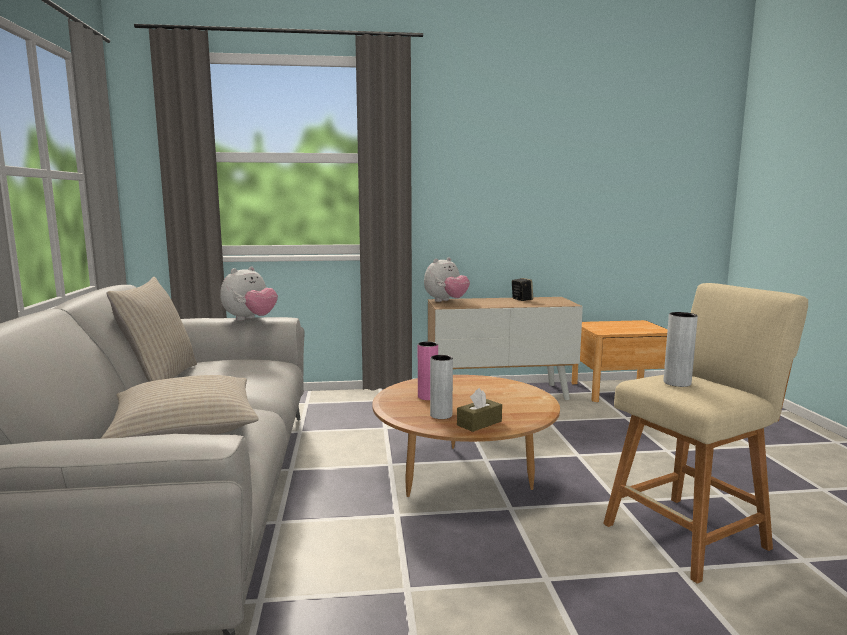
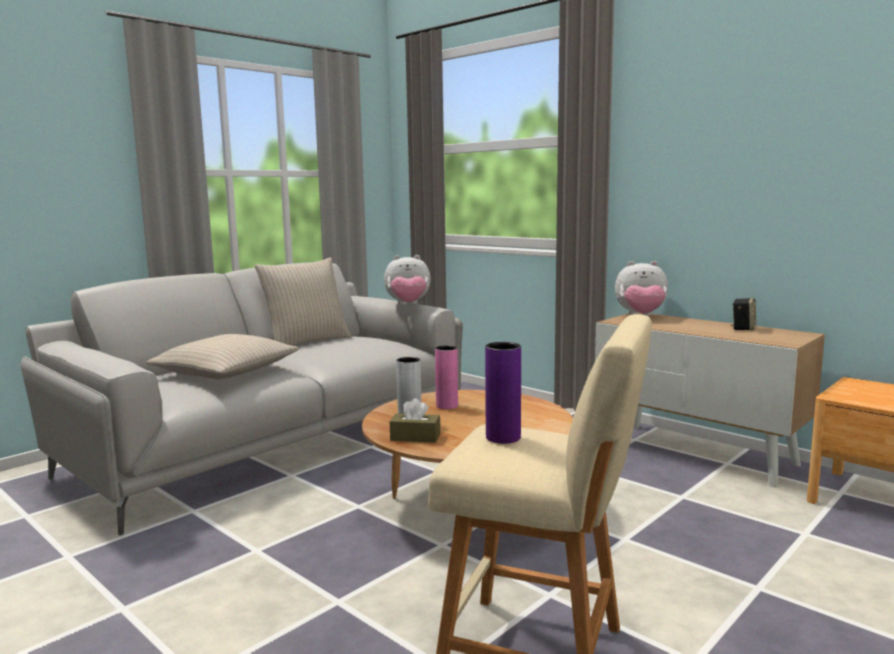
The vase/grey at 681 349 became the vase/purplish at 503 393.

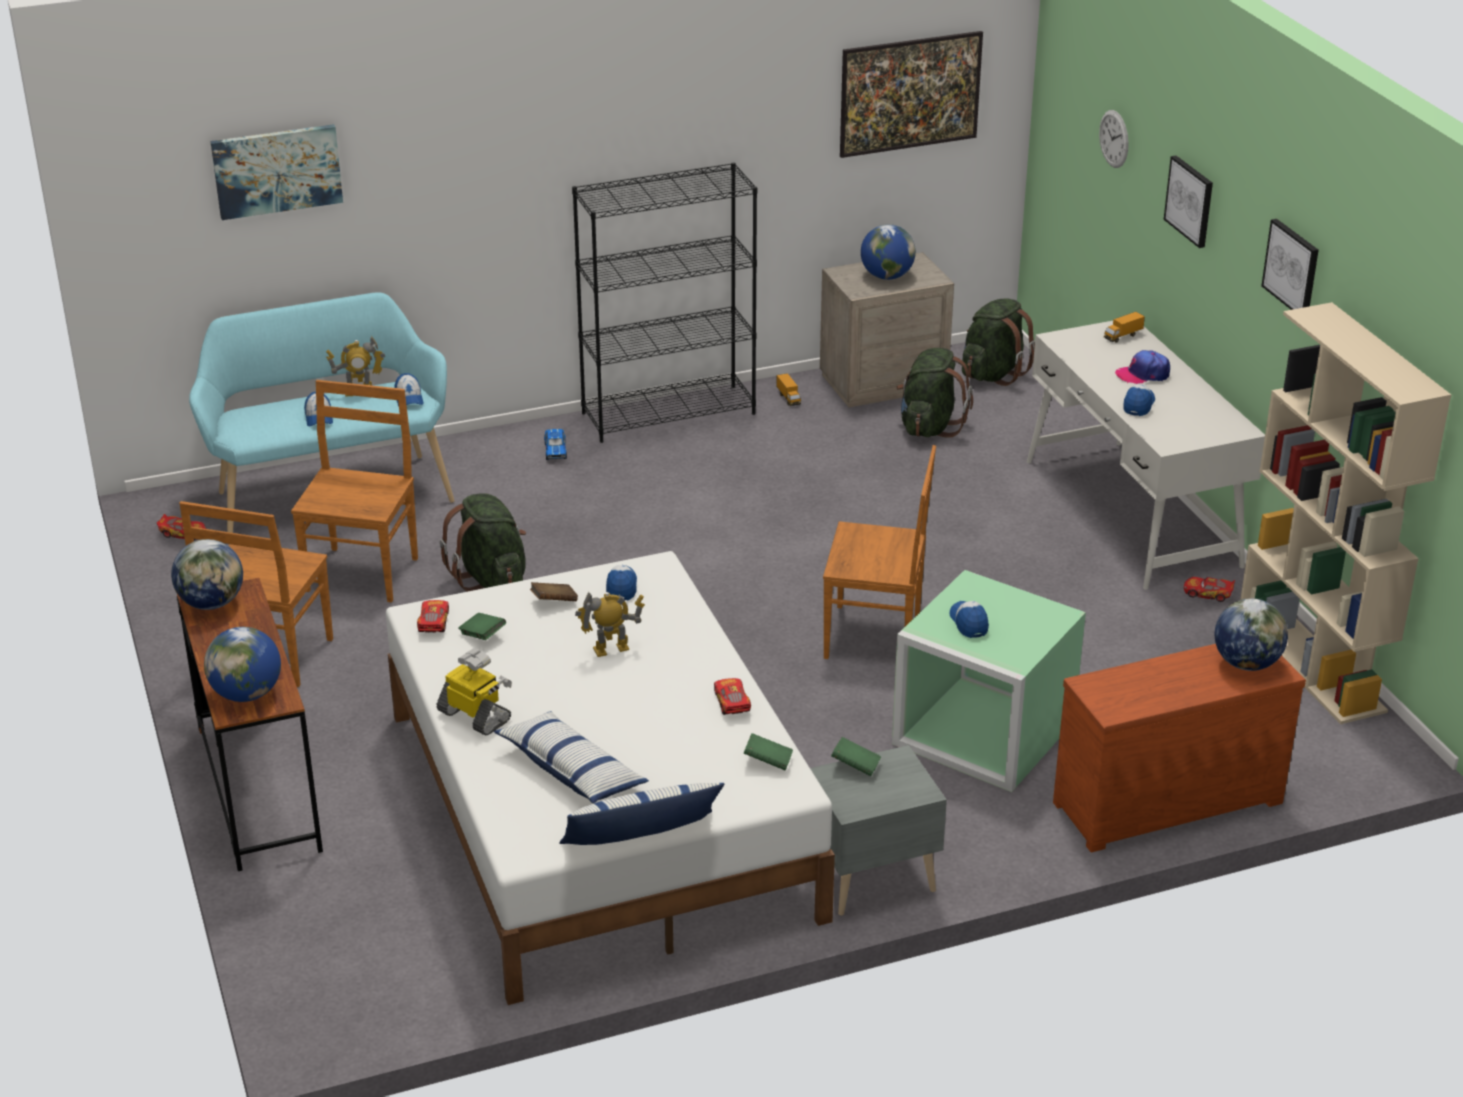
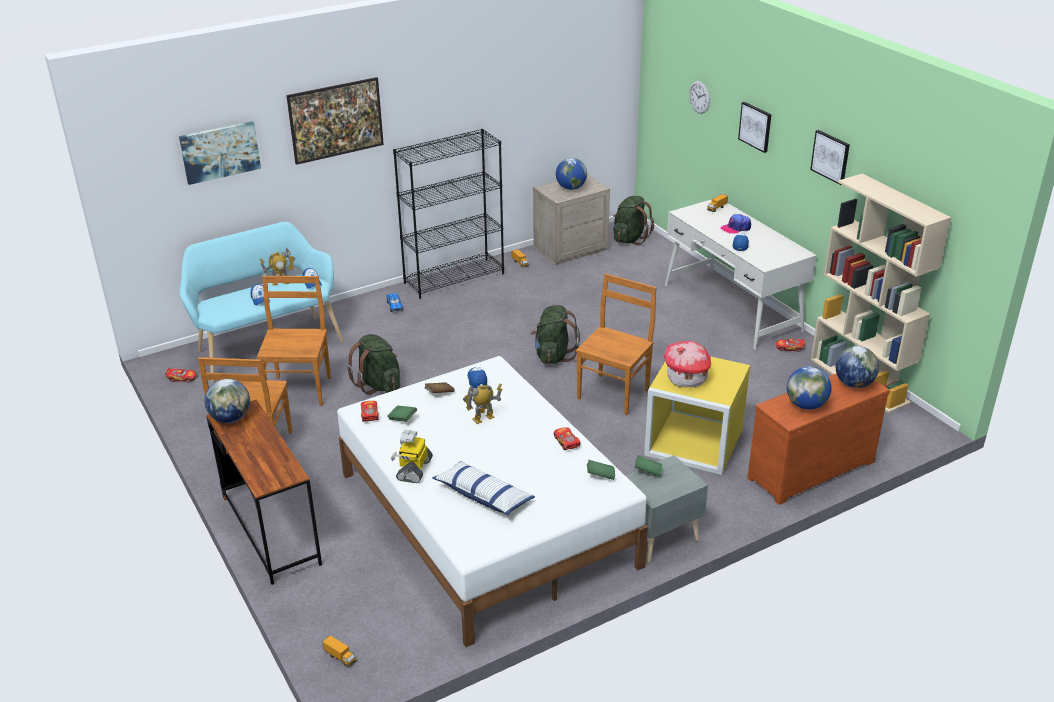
The pillow at 641 814 disappeared.
The toy truck at 339 651 appeared.
The world globe moved from 242 664 to 809 388.
The wall art moved from 911 94 to 335 121.
The backpack/green moved from 934 393 to 555 334.
The baseball cap at 969 619 was replaced by the toy house at 687 364.
The storage box/green at 989 681 became the storage box/yellow at 697 415.
The model robot at 474 692 turned 105 degrees counterclockwise.
The plain chair/brown-coloured at 879 552 turned 60 degrees counterclockwise.

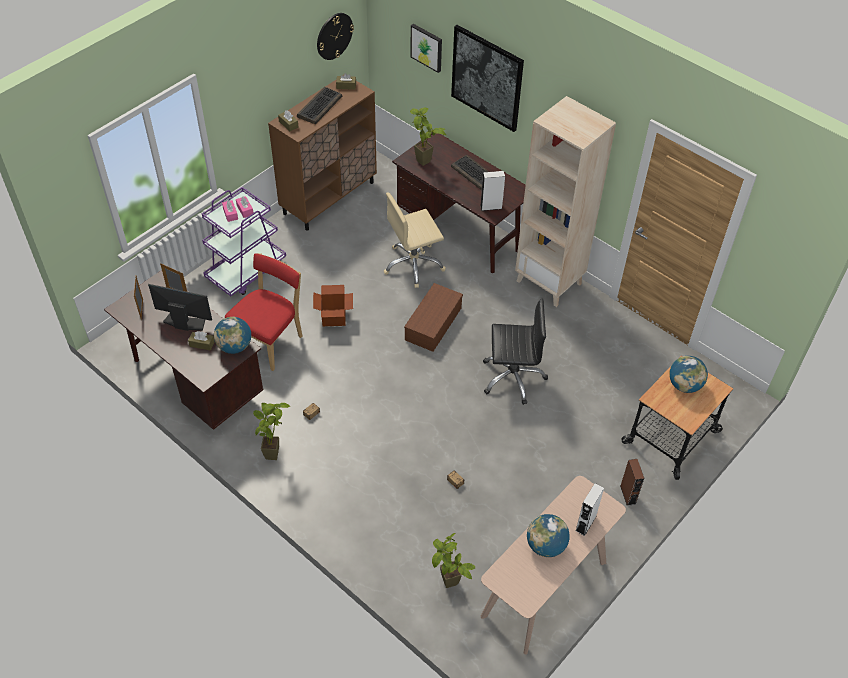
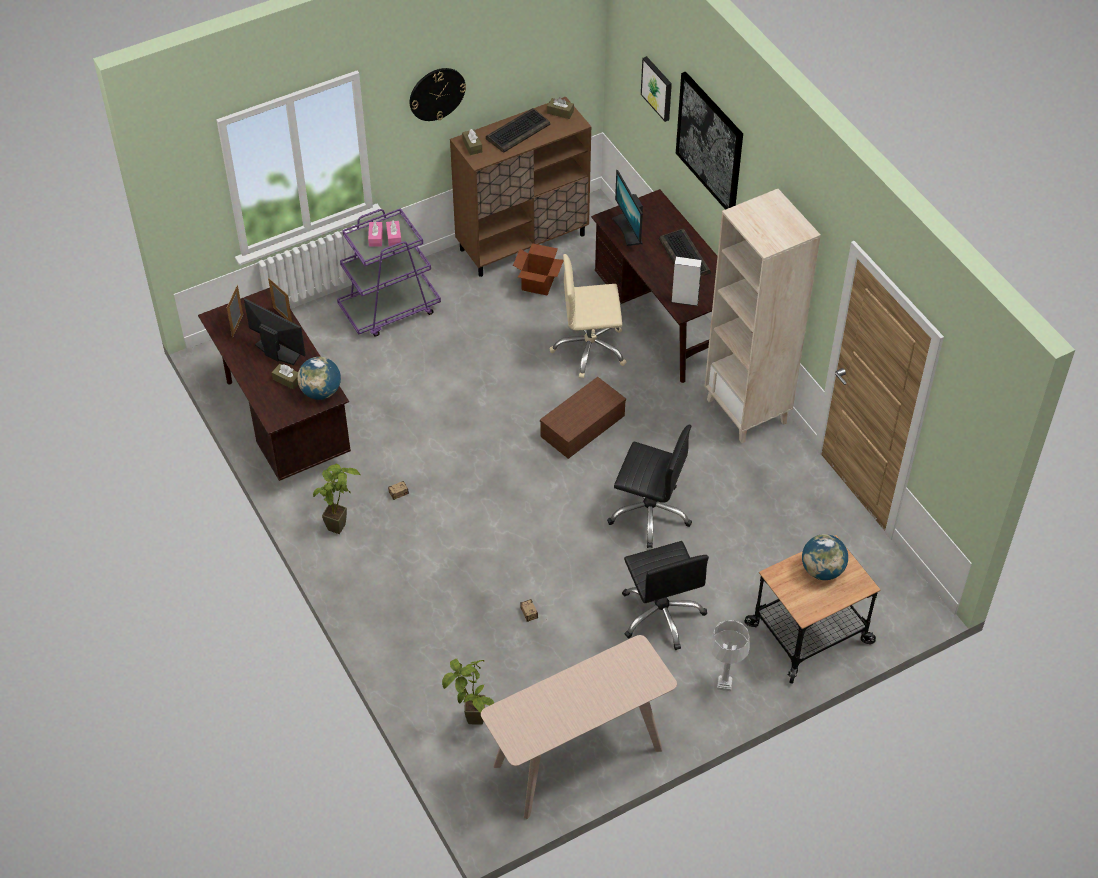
The plain chair/red at 264 312 disappeared.
The world globe at 548 535 disappeared.
The loudspeaker/white-coloured at 589 509 disappeared.
The office chair/black at 665 595 appeared.
The cardboard box moved from 333 305 to 538 269.
The hanging clock moved from 335 36 to 438 94.
The potted plant at 428 136 was replaced by the computer screen at 627 208.
The loudspeaker/brown-coloured at 632 482 was replaced by the lamp for a table/grey at 730 655.

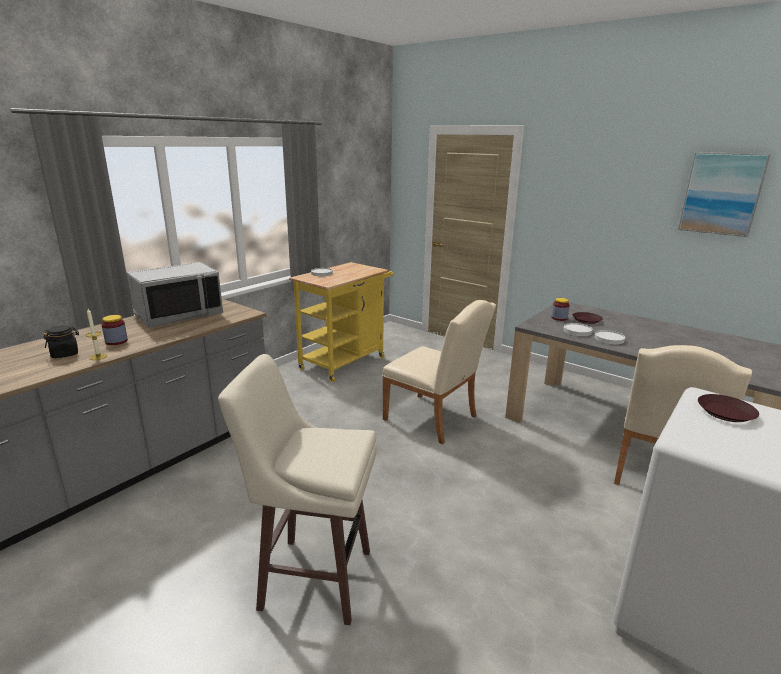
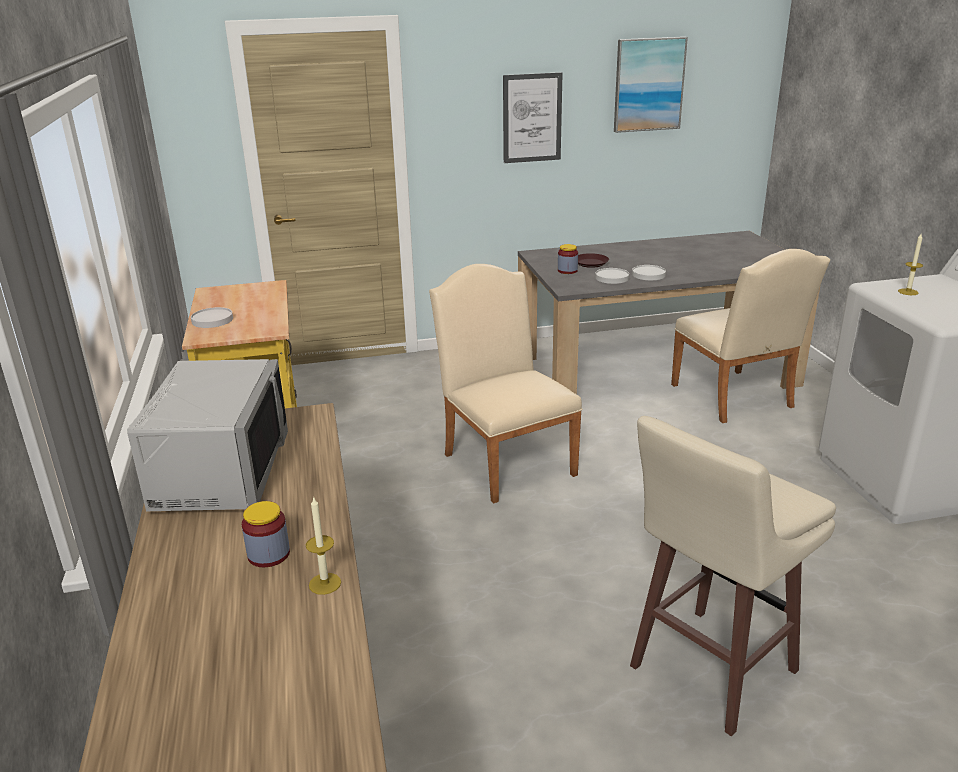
The preserve jar/black at 61 342 disappeared.
The wall art at 532 117 appeared.
The dinner plate/brown-coloured at 728 408 was replaced by the wax candle at 910 264.
The plain chair/sand-coloured at 439 372 turned 105 degrees counterclockwise.

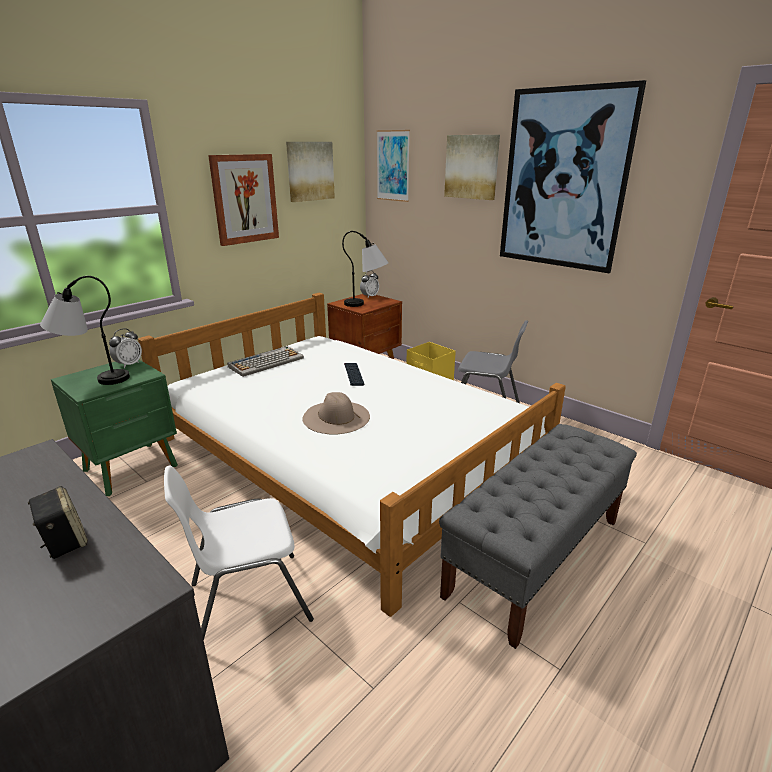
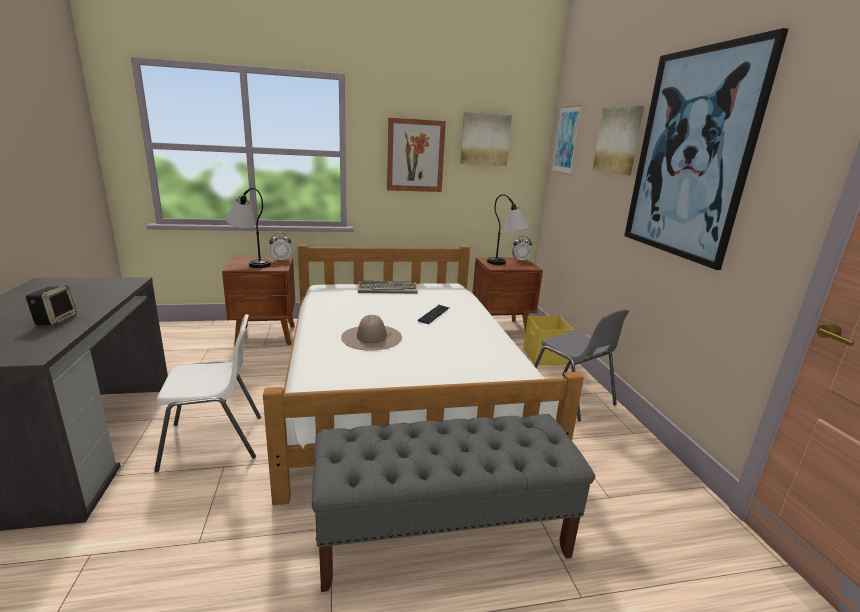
The nightstand/green at 114 428 became the nightstand/brown-coloured at 258 301.
The plain chair/white-coloured at 239 552 turned 150 degrees clockwise.

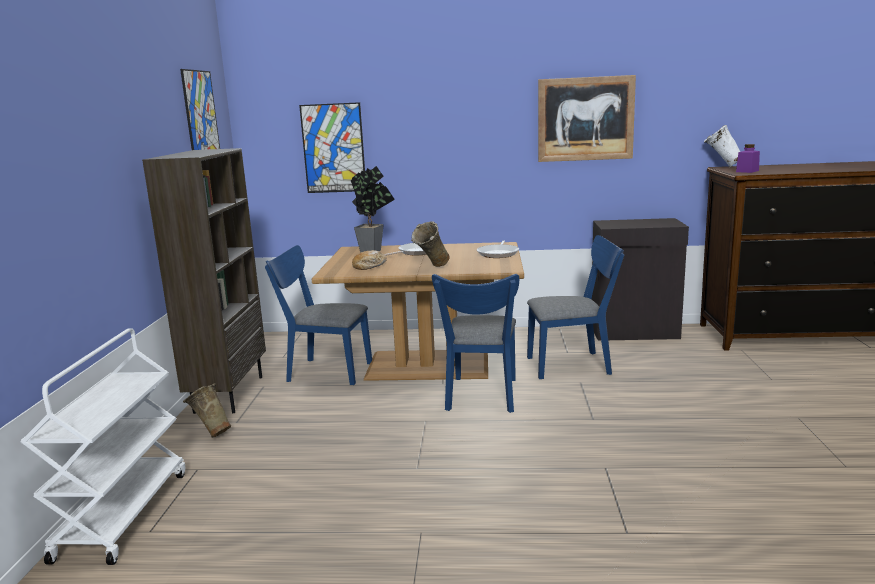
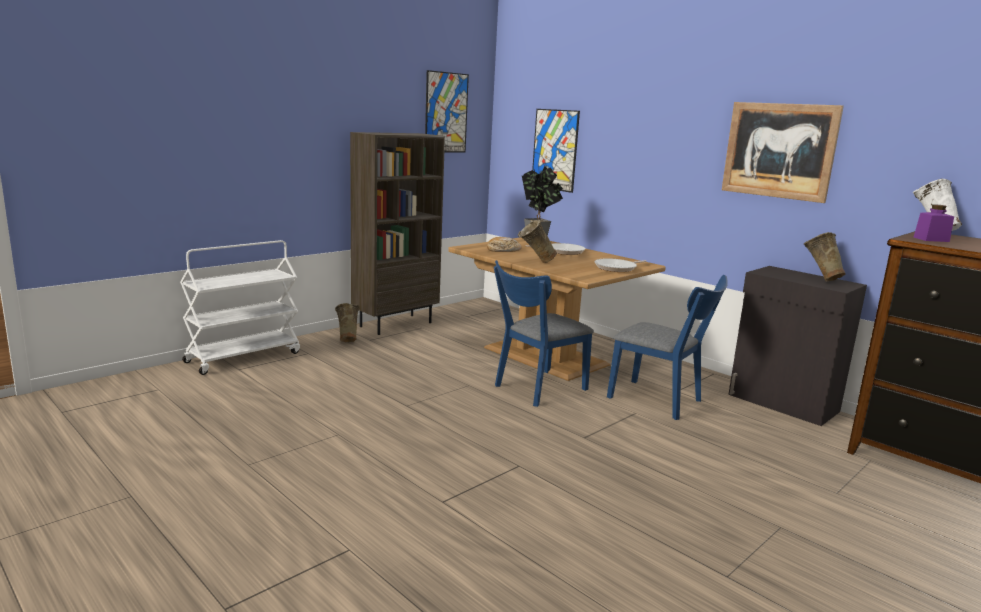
The plain chair/blue at 318 315 disappeared.
The vase/sand-coloured at 825 257 appeared.

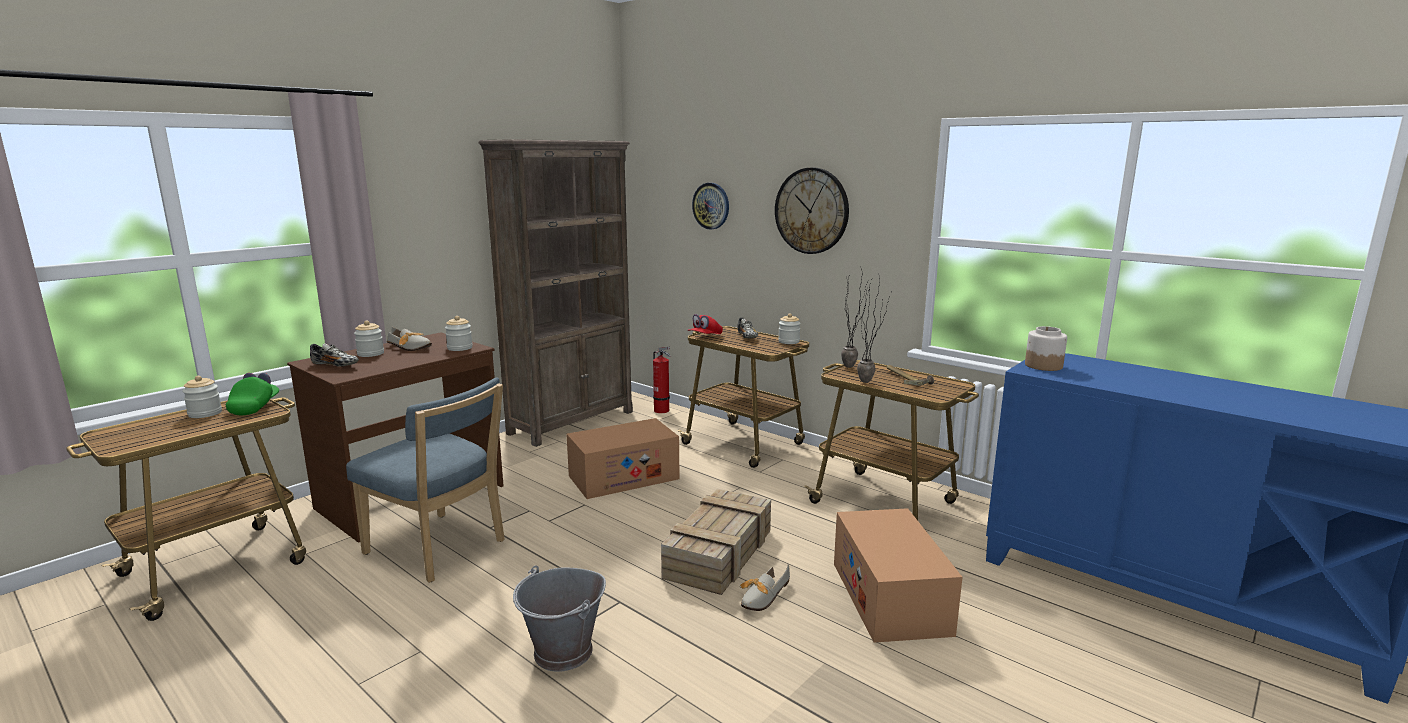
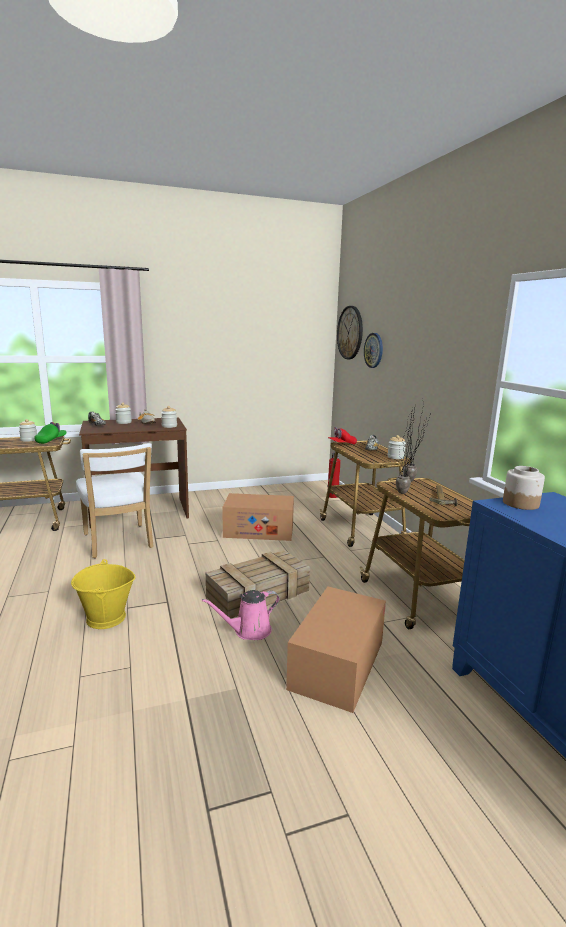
The shelving unit/brown-coloured at 556 293 disappeared.
The hanging clock moved from 812 210 to 350 332.
The shoe at 765 587 was replaced by the sprinkling can/pinkish at 241 615.
The plain chair/blue at 425 480 became the plain chair/white-coloured at 115 500.
The pail/grey at 559 618 became the pail/yellow at 103 594.

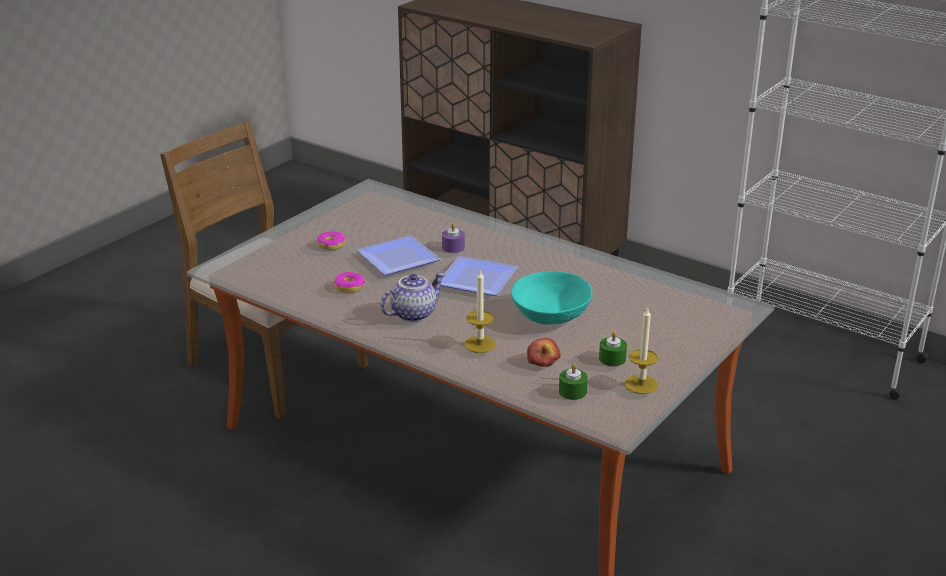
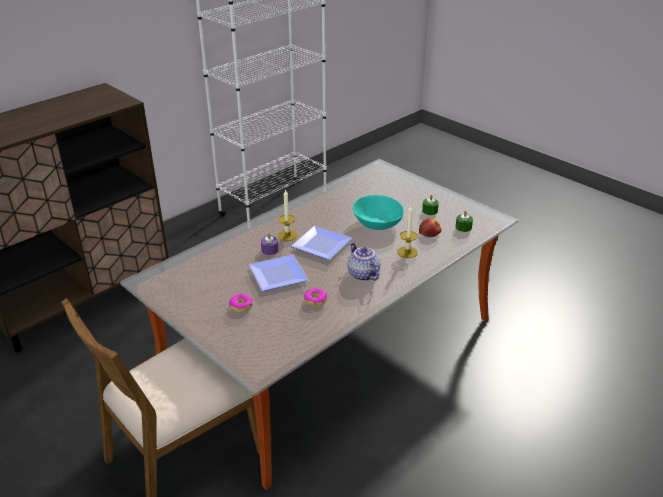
The wax candle moved from 641 350 to 287 215.

